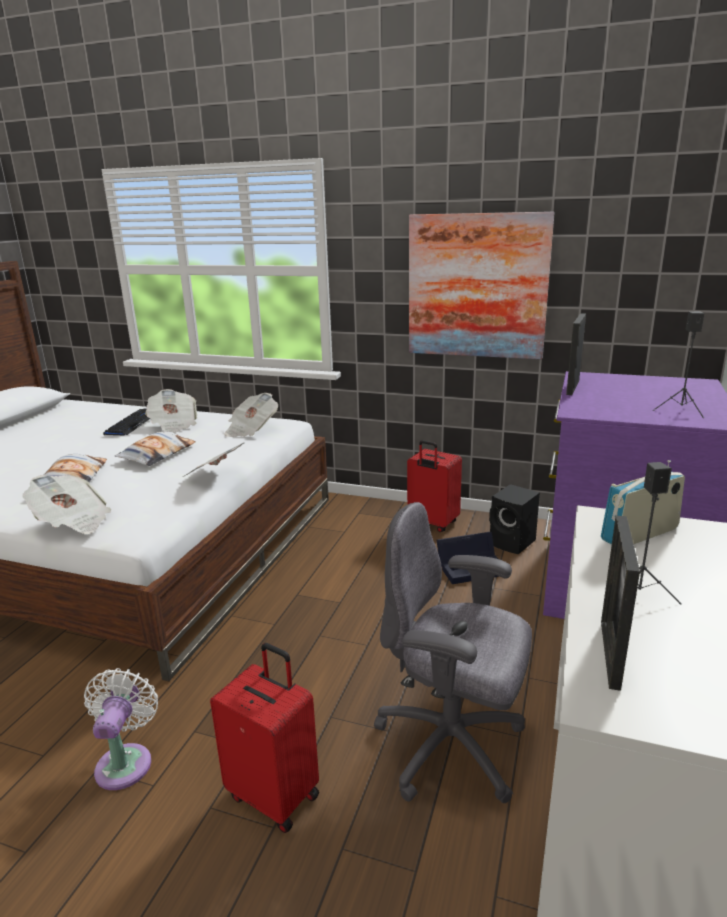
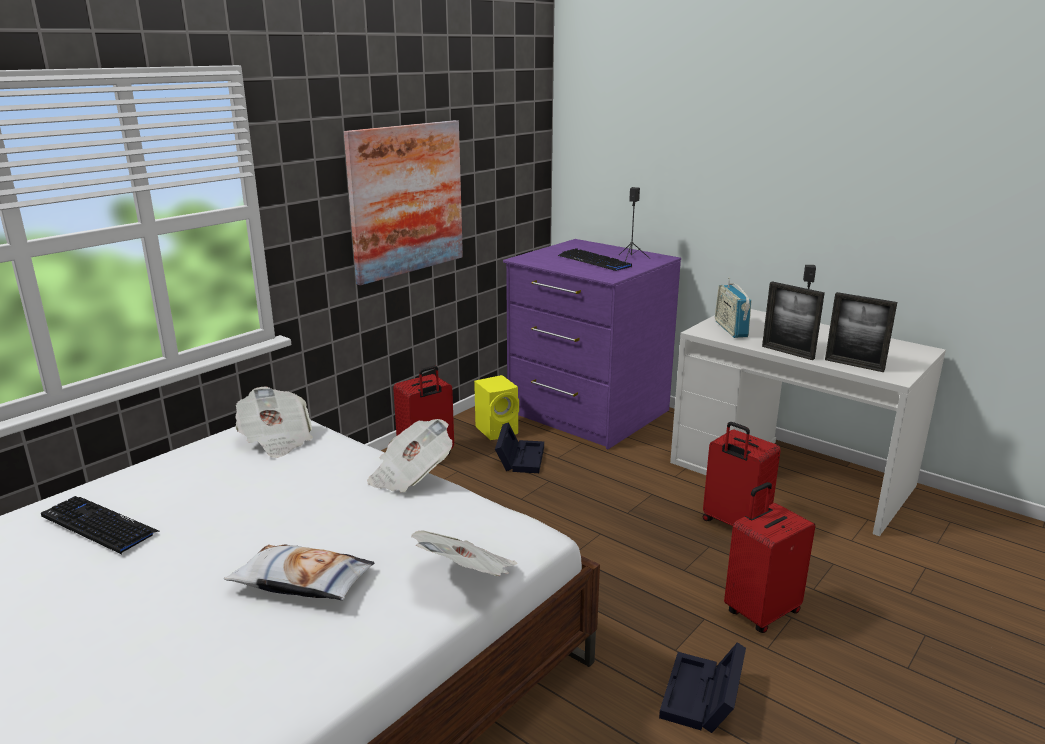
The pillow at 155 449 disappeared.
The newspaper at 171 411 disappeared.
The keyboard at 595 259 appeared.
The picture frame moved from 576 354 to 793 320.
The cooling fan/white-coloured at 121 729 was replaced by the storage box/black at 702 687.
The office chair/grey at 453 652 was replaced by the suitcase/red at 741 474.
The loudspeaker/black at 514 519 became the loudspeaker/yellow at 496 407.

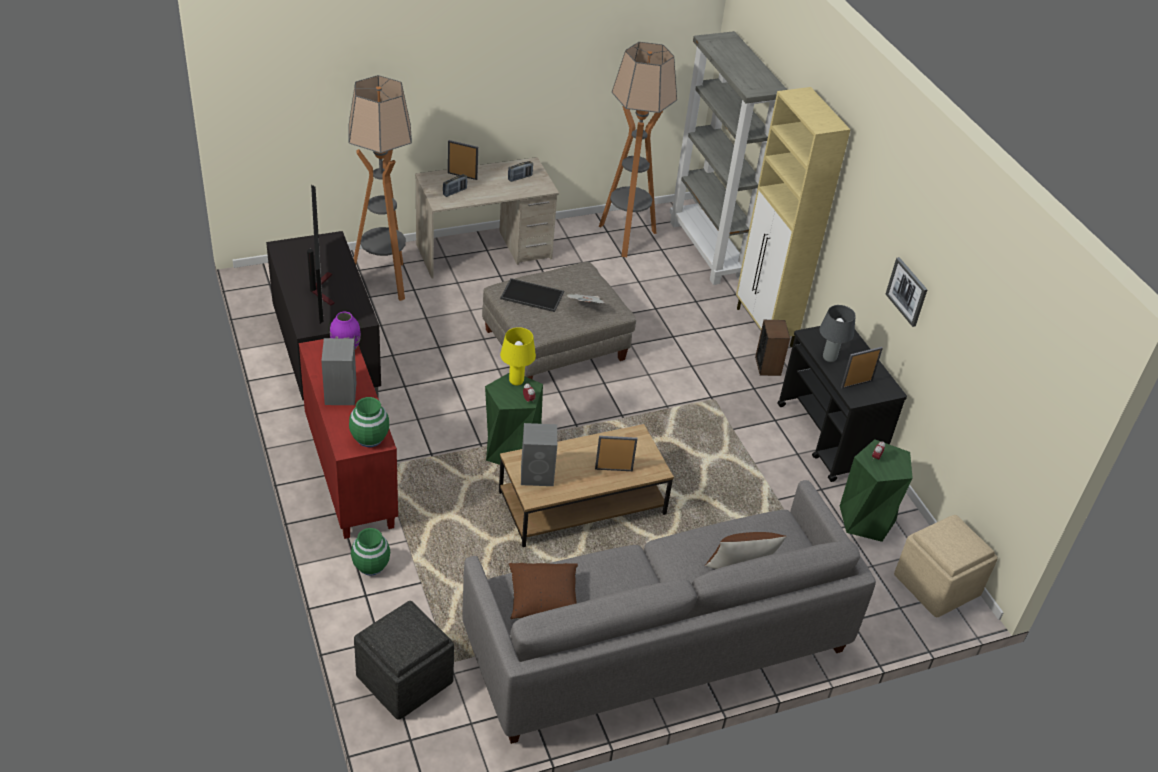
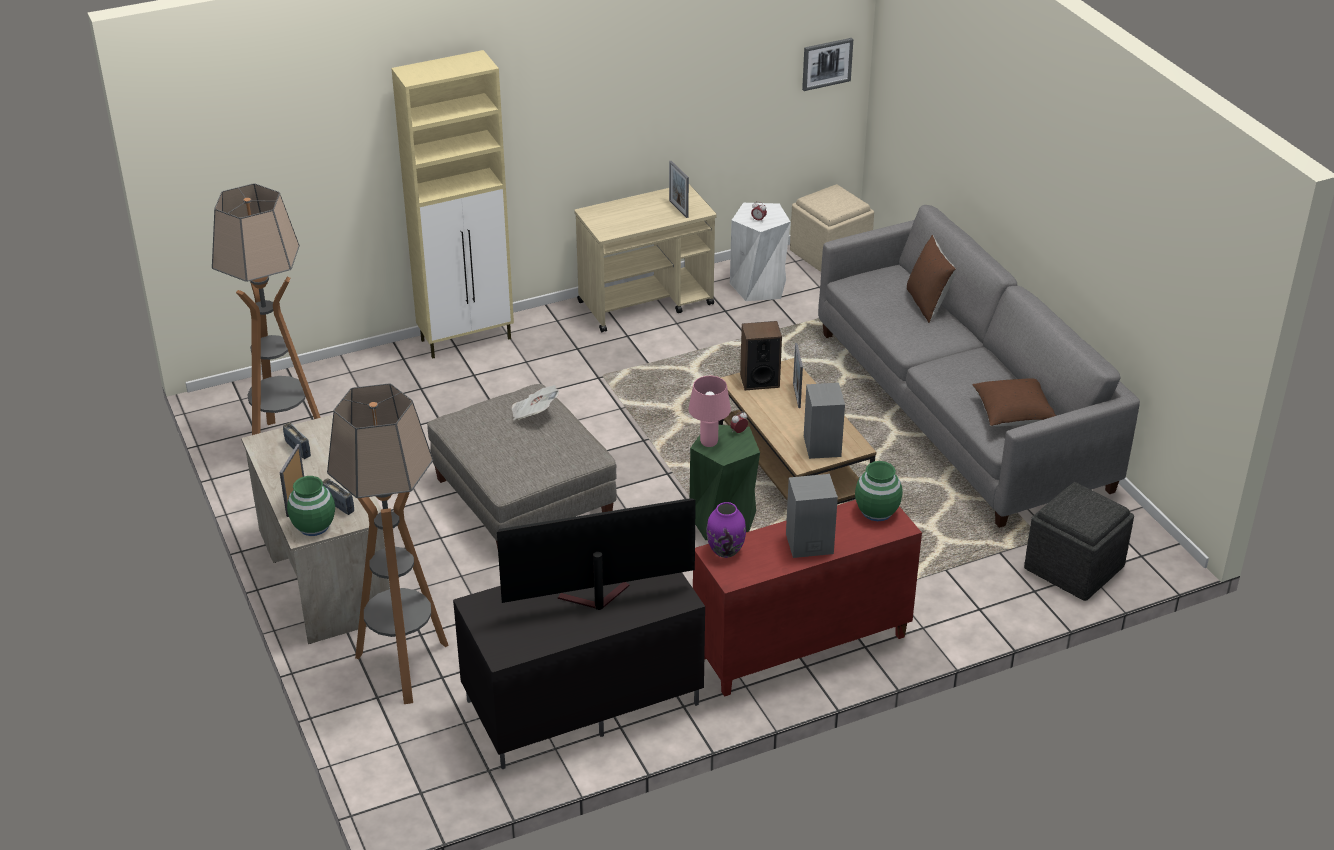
The serving tray at 532 295 disappeared.
The shelving unit/grey at 728 158 disappeared.
The lamp for a table/grey at 837 333 disappeared.
The vase/green moved from 370 552 to 311 506.
The loudspeaker moved from 772 348 to 761 355.
The wall art moved from 906 292 to 827 64.
The lamp for a table/yellow at 518 356 became the lamp for a table/pinkish at 710 411.
The trolley/black at 842 404 became the trolley/sand-coloured at 645 258.
The stool seat/green at 876 490 became the stool seat/white-coloured at 760 252.

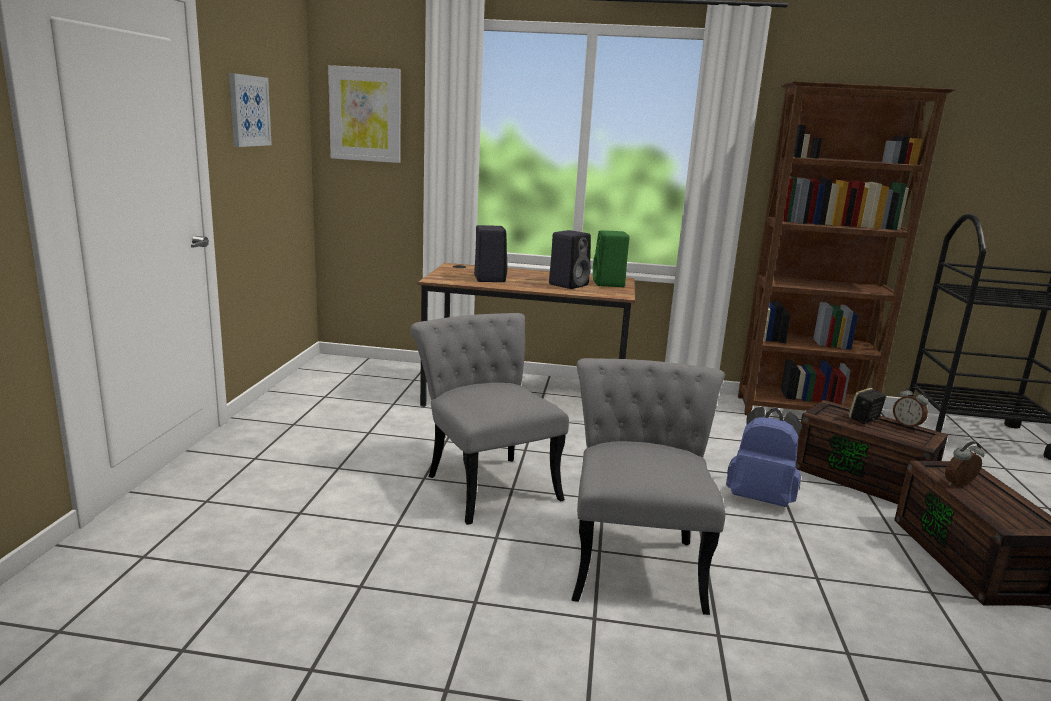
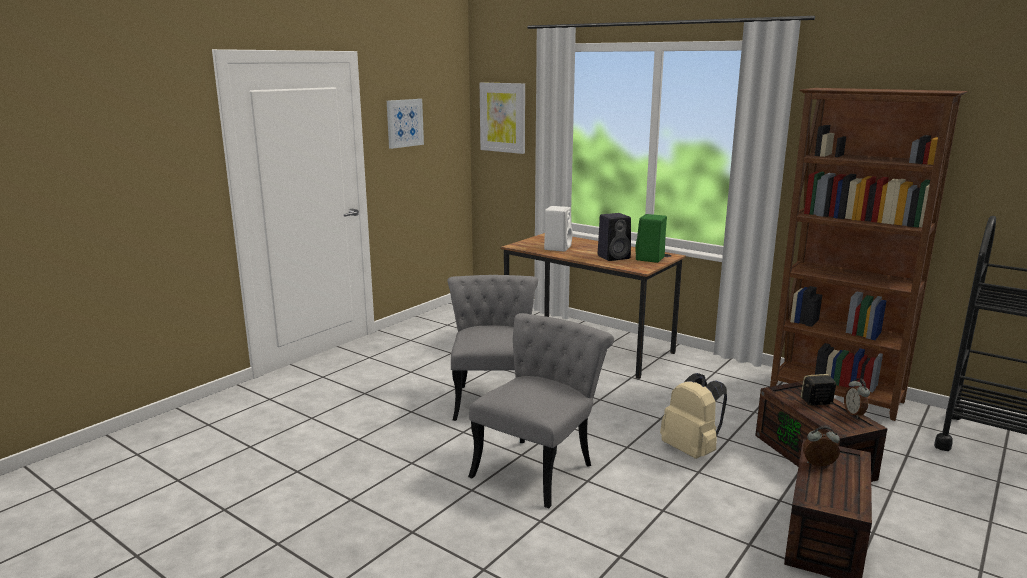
The loudspeaker/black at 491 253 became the loudspeaker/white-coloured at 558 229.
The backpack/blue at 764 457 became the backpack/sand-coloured at 693 416.

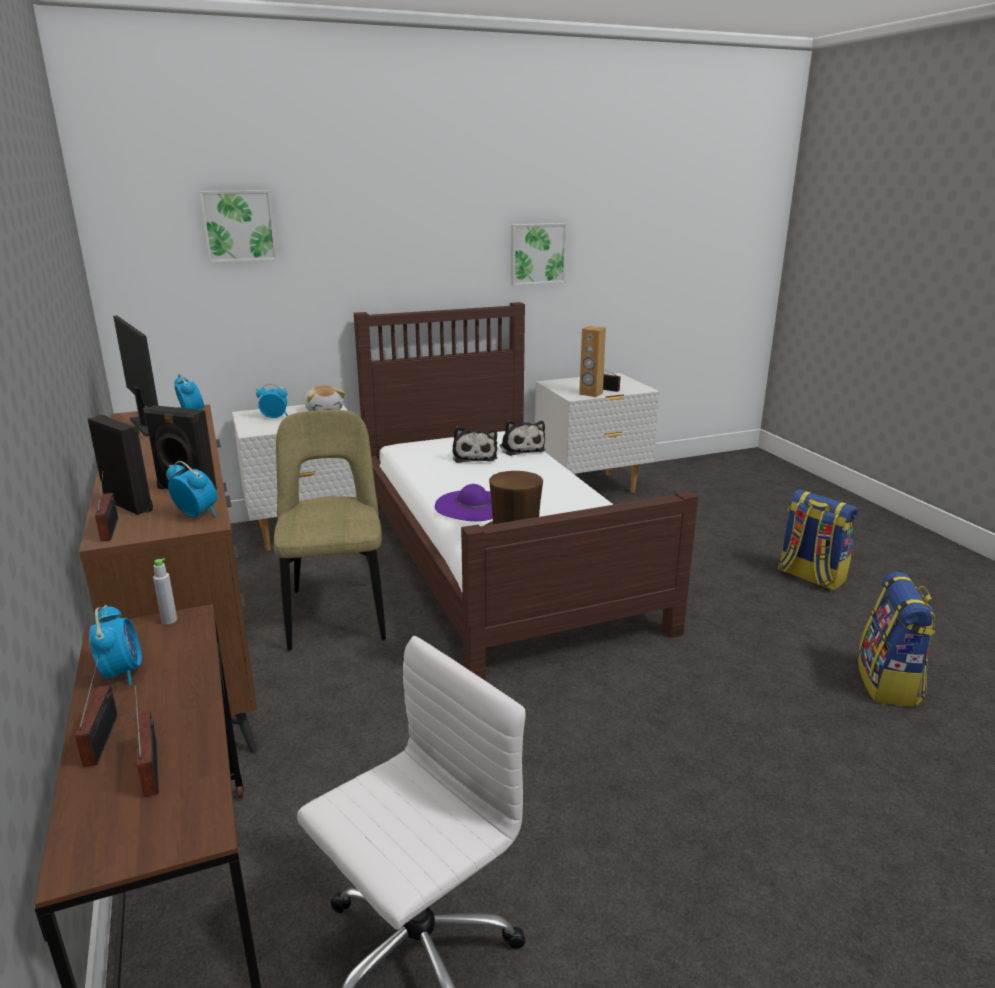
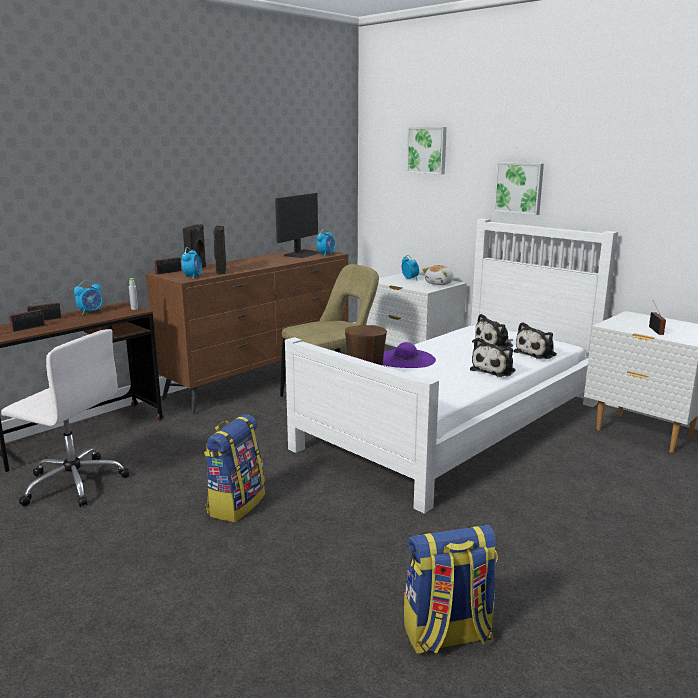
The loudspeaker/brown-coloured at 592 361 disappeared.
The cuddly toy at 493 357 appeared.
The wall art moved from 539 254 to 519 188.
The backpack moved from 818 540 to 234 468.
The sleeping bed/brown-coloured at 526 491 became the sleeping bed/white-coloured at 451 366.

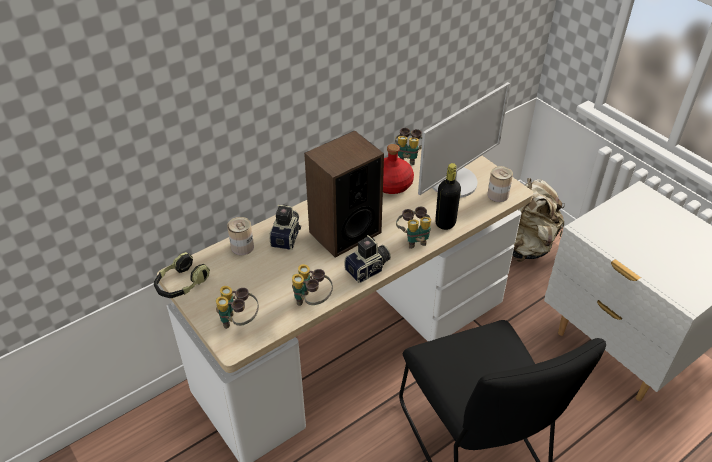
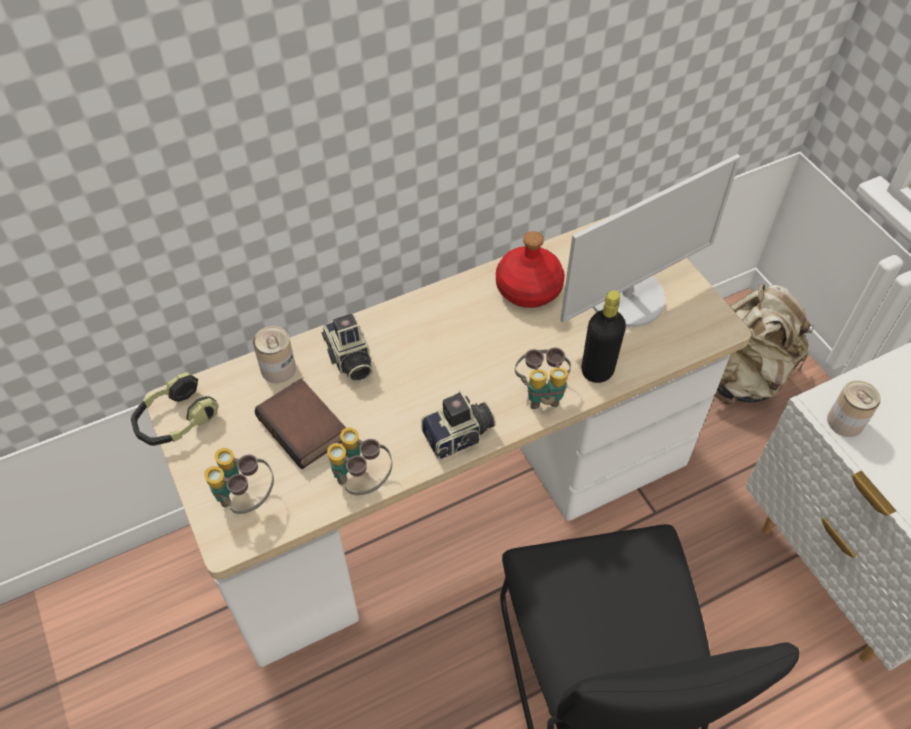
The loudspeaker at 344 194 disappeared.
The field glasses at 408 146 disappeared.
The volume at 300 423 appeared.
The can moved from 500 184 to 854 408.
The still camera at 285 227 turned 135 degrees clockwise.

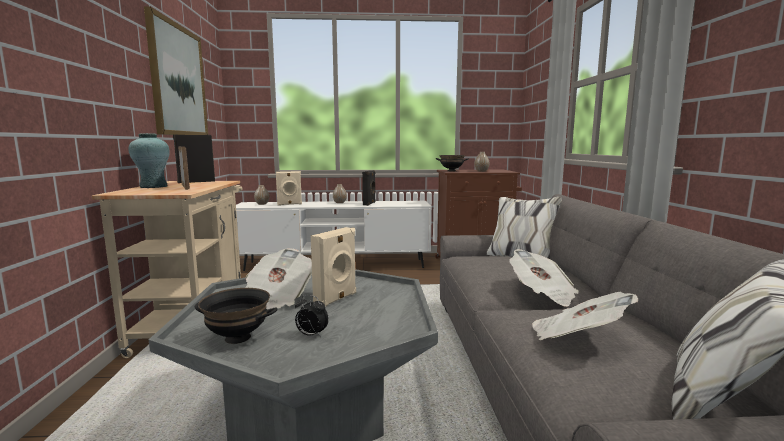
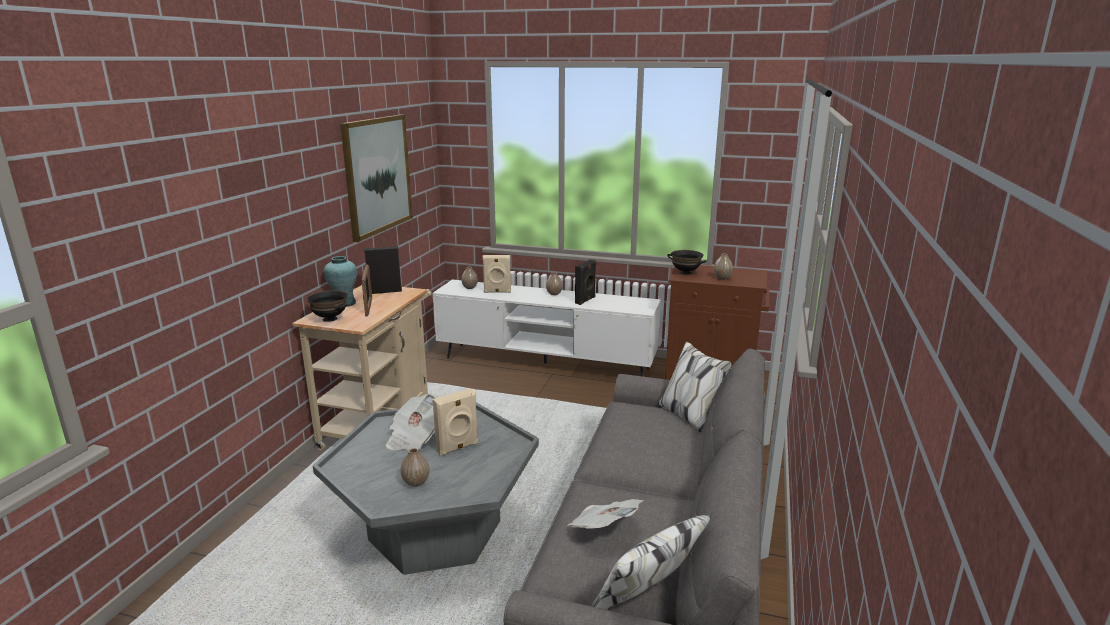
The newspaper at 544 278 disappeared.
The deep dish/black moved from 236 316 to 327 306.
The bedside clock at 312 316 was replaced by the vase at 415 467.

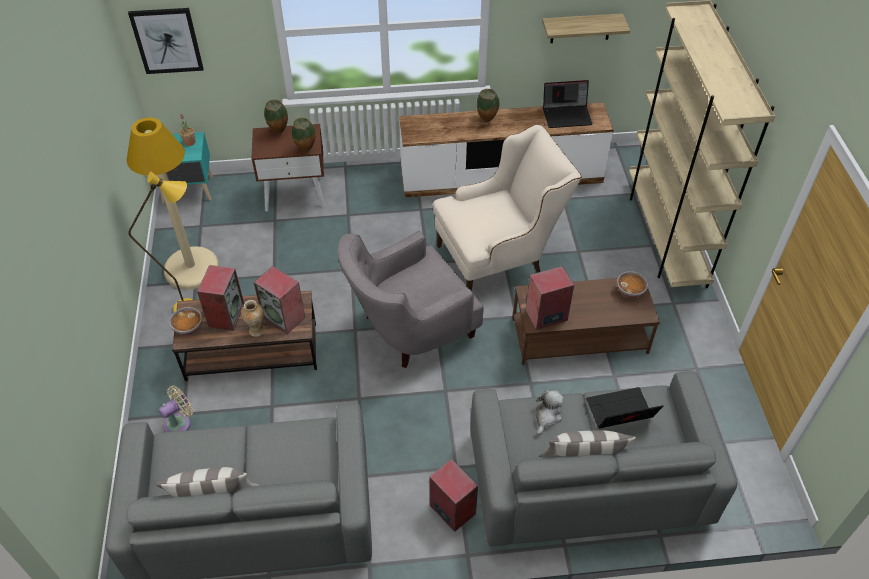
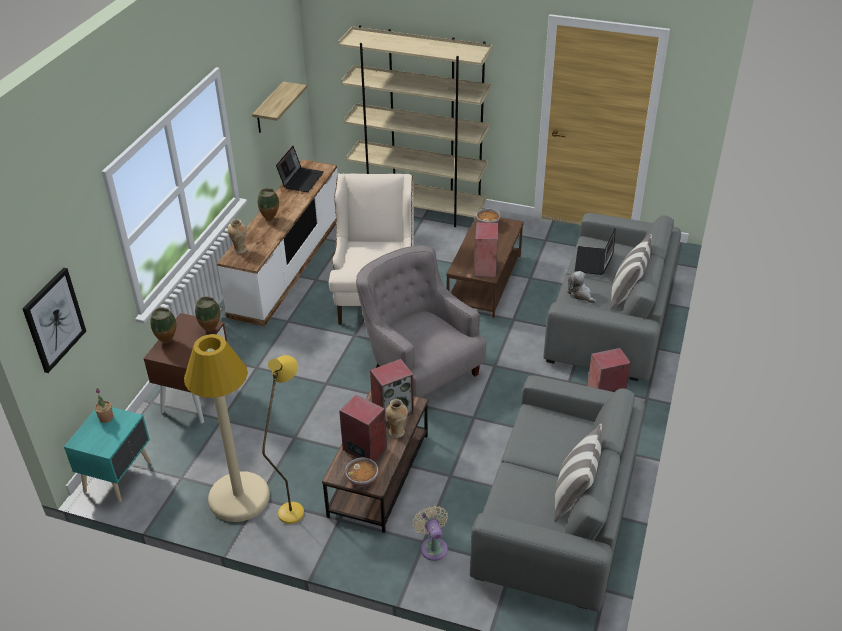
The vase at 237 236 appeared.
The easy chair/grey at 411 299 turned 150 degrees clockwise.

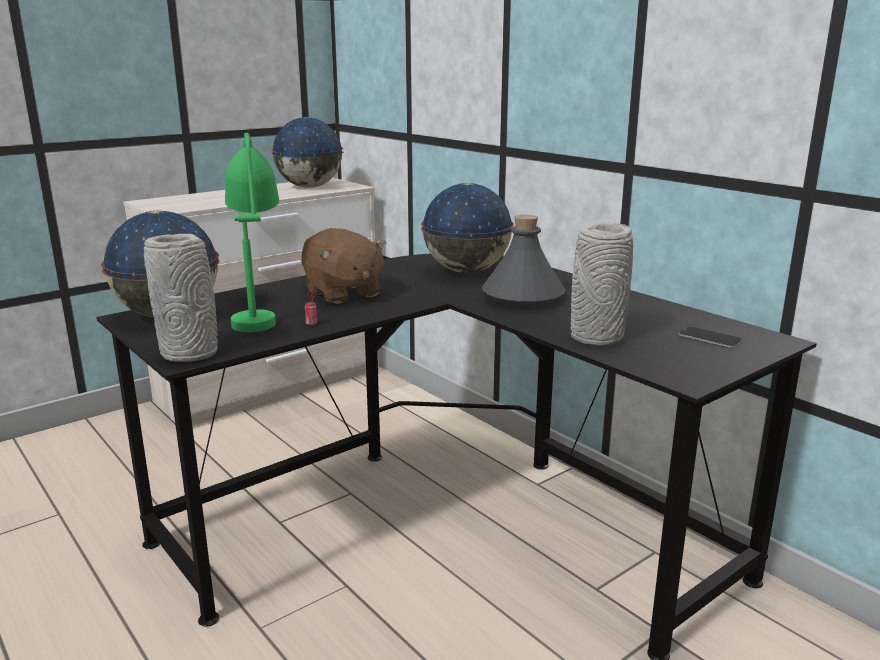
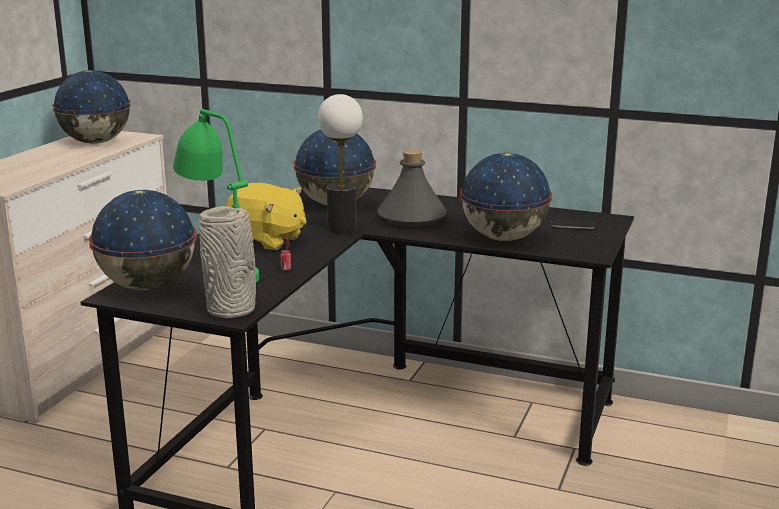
The lamp for a table at 340 164 appeared.
The vase/grey at 602 284 was replaced by the world globe at 506 197.
The cuddly toy/brown-coloured at 344 266 became the cuddly toy/yellow at 266 216.

